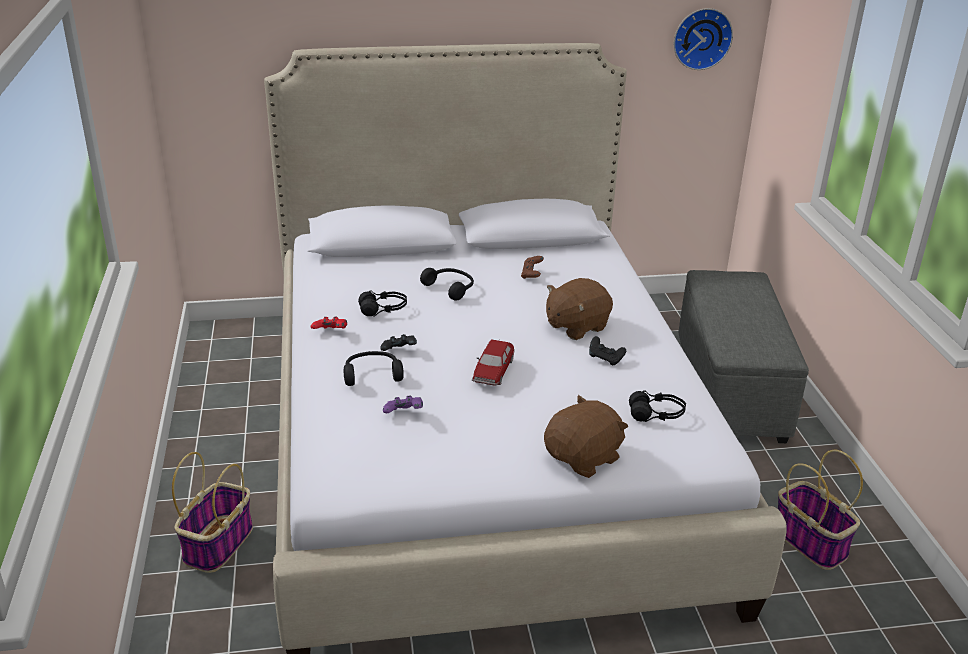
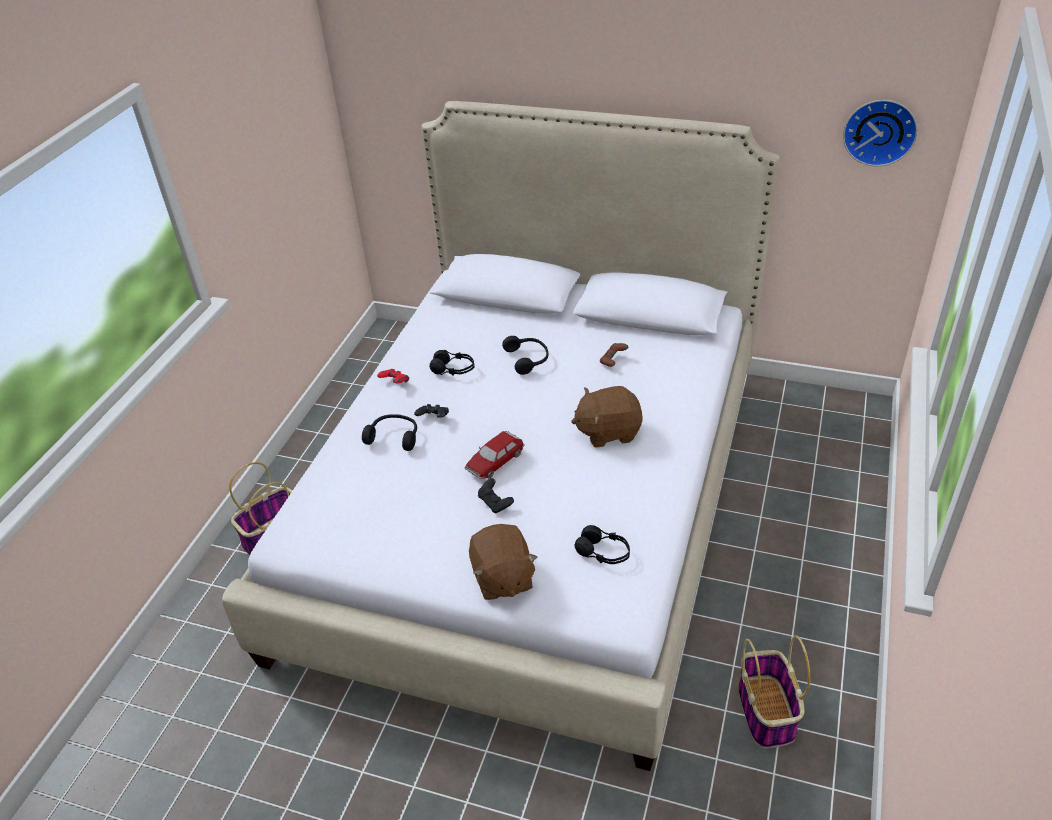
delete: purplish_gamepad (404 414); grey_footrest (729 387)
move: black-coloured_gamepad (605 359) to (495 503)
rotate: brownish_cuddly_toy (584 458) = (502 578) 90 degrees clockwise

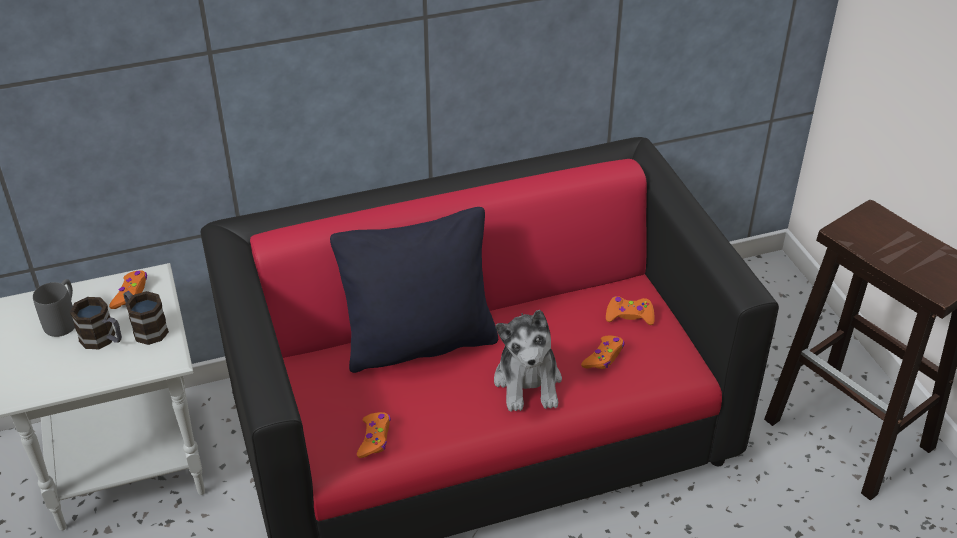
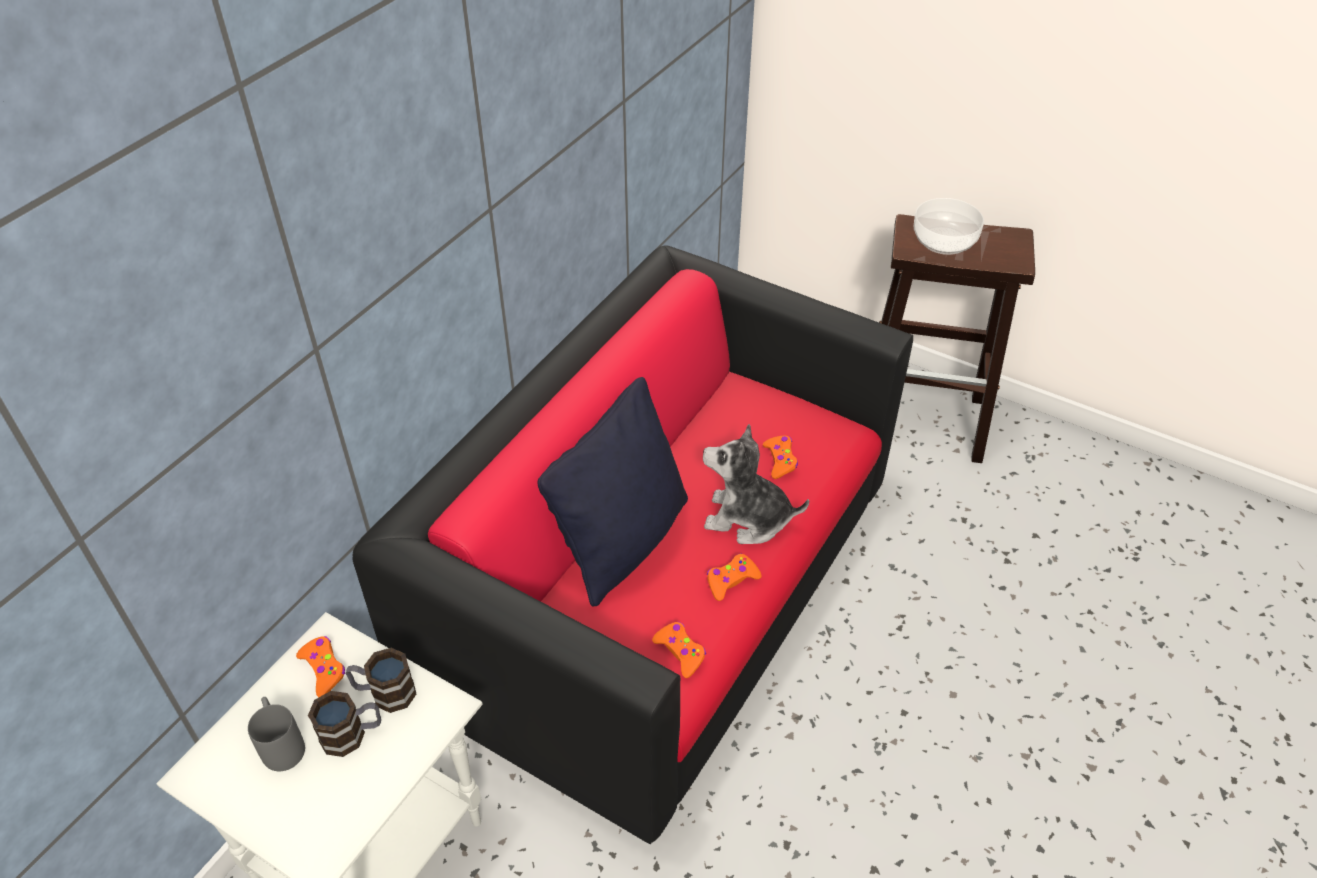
insert: serving_bowl (944 241)
move: orange_gamepad (629 315) to (731 580)
rotate: cuddly_toy (528 382) = (747 518) 150 degrees clockwise

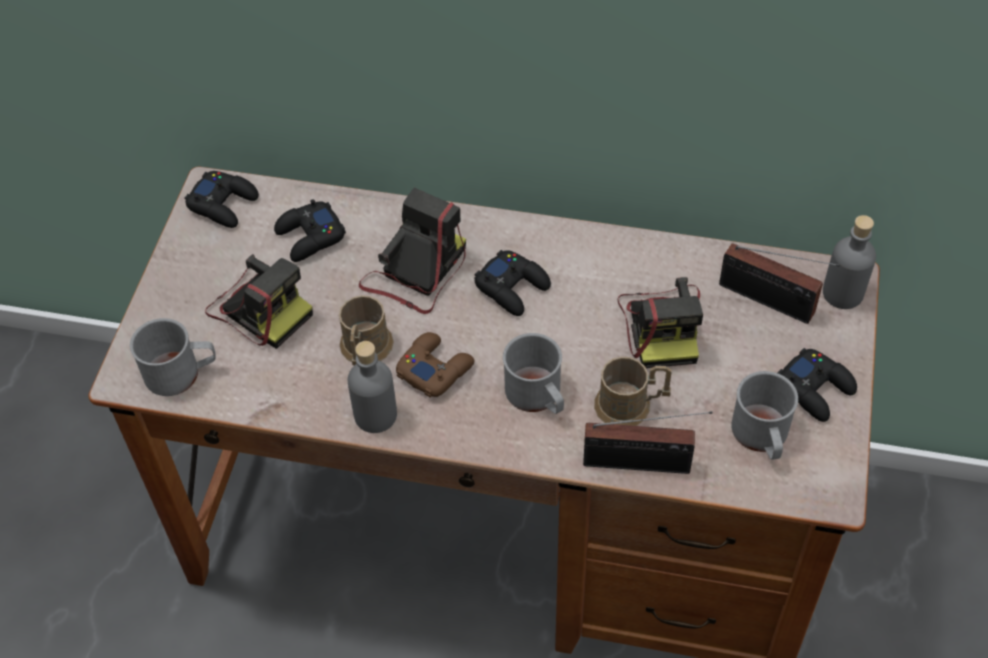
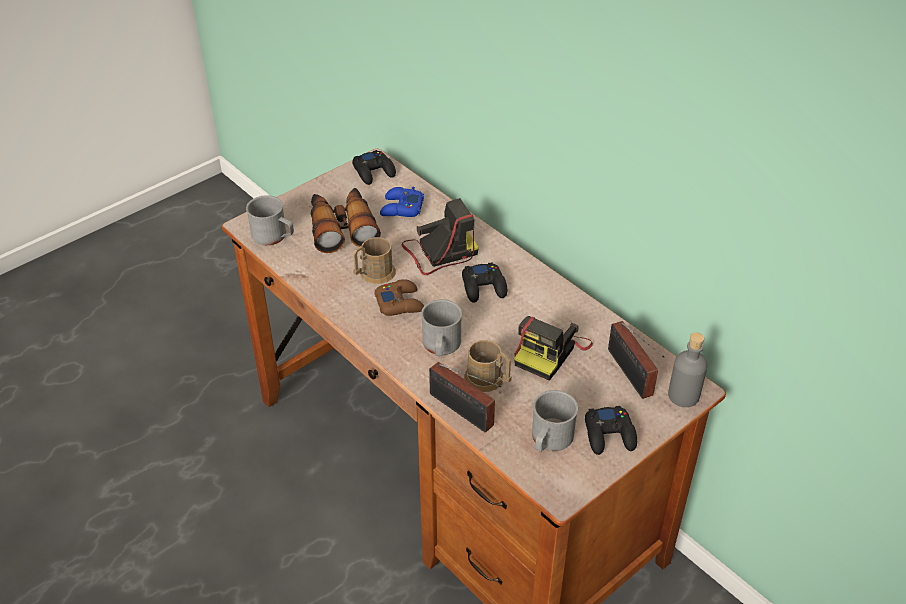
delete: grey_drink_bottle (375 415)
replace: still_camera (260 307) to pair_of_binoculars (342 227)
recolor: black-coloured_gamepad (310 237) to bluish_gamepad (401 208)

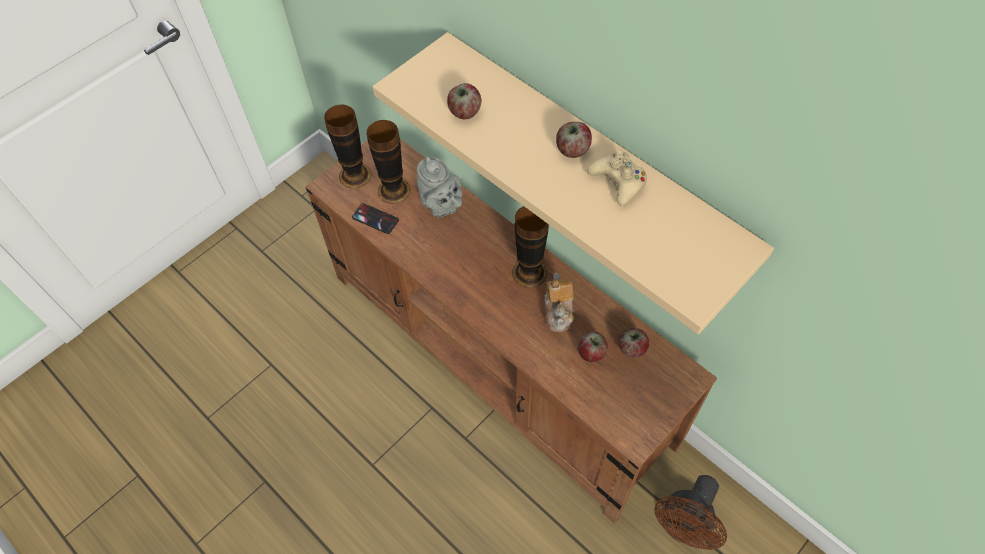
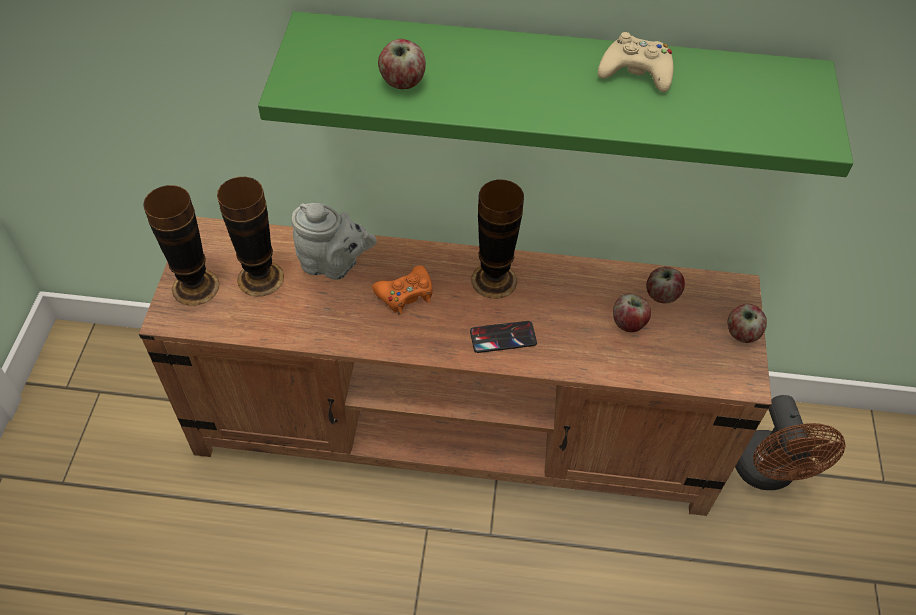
delete: pot_for_tea (559 311)
insert: orange_gamepad (405 294)
move: phone (375 219) to (503 337); apple (572 150) to (741 333)
recolor: beige_shelf (591 159) to green_shelf (552 82)

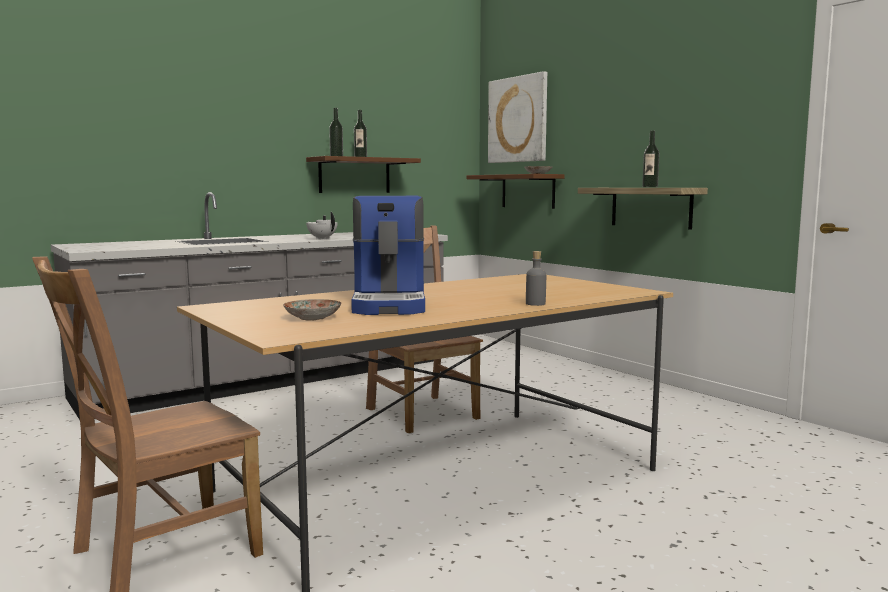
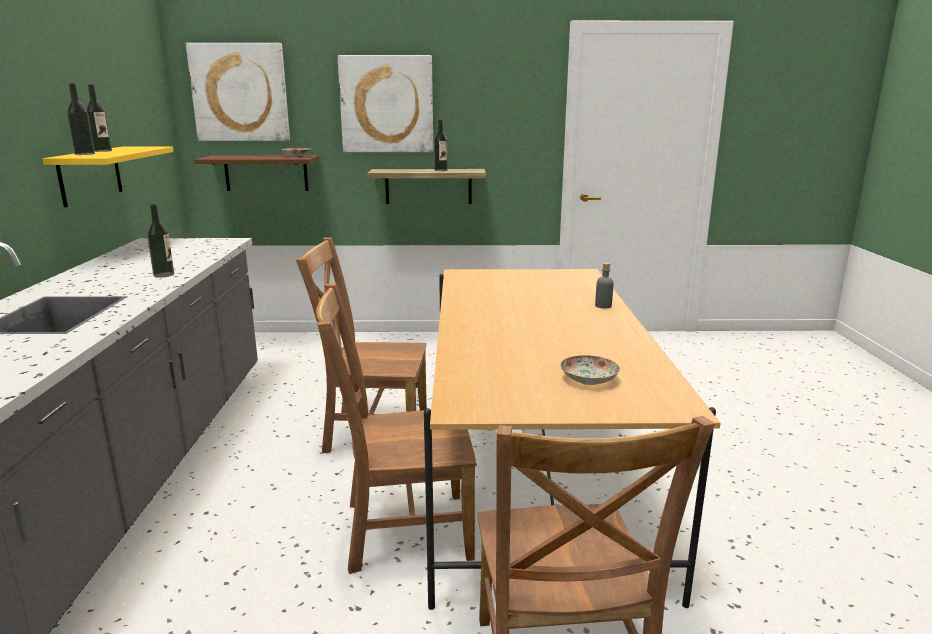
delete: coffee_brewer (391 304)
insert: brownish_plain_chair (401 530); picture (387 104)
replace: whitish_pot_for_tea (322 238) to drink_bottle (164 275)
recolor: brownish_shelf (354 175) to yellow_shelf (90 175)

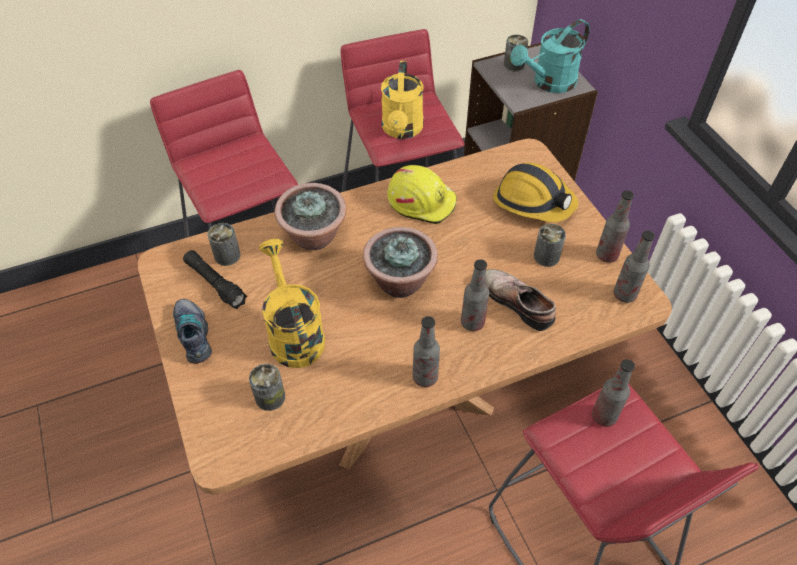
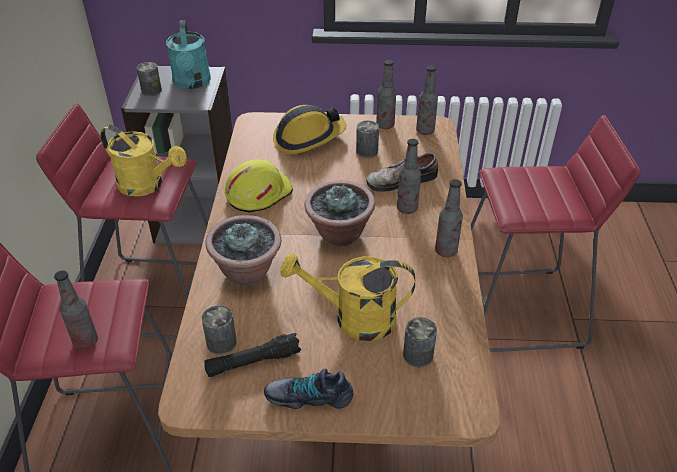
move: drink_bottle (604 416) to (86 341)

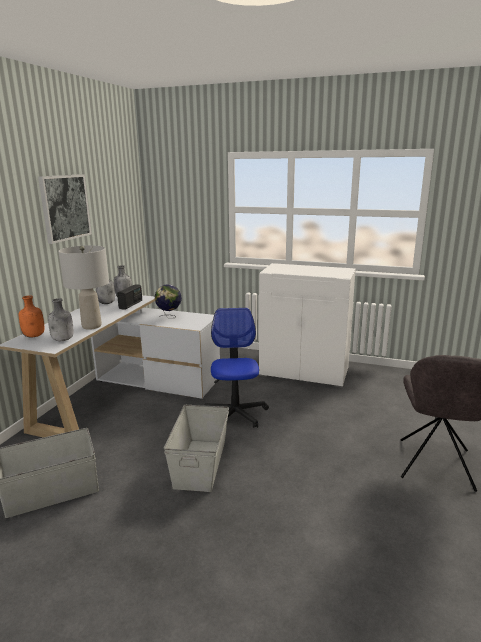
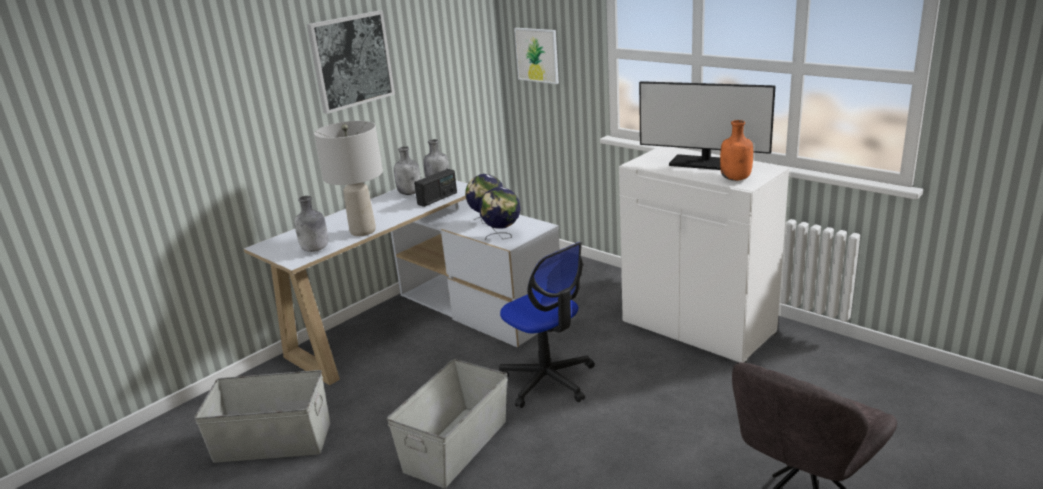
insert: desk_globe (502 237); picture (537 55); computer_screen (704 163)
move: orange_drink_bottle (34 336) to (736 179)
rotate: desk_chair (235 414) = (548 380) 120 degrees clockwise

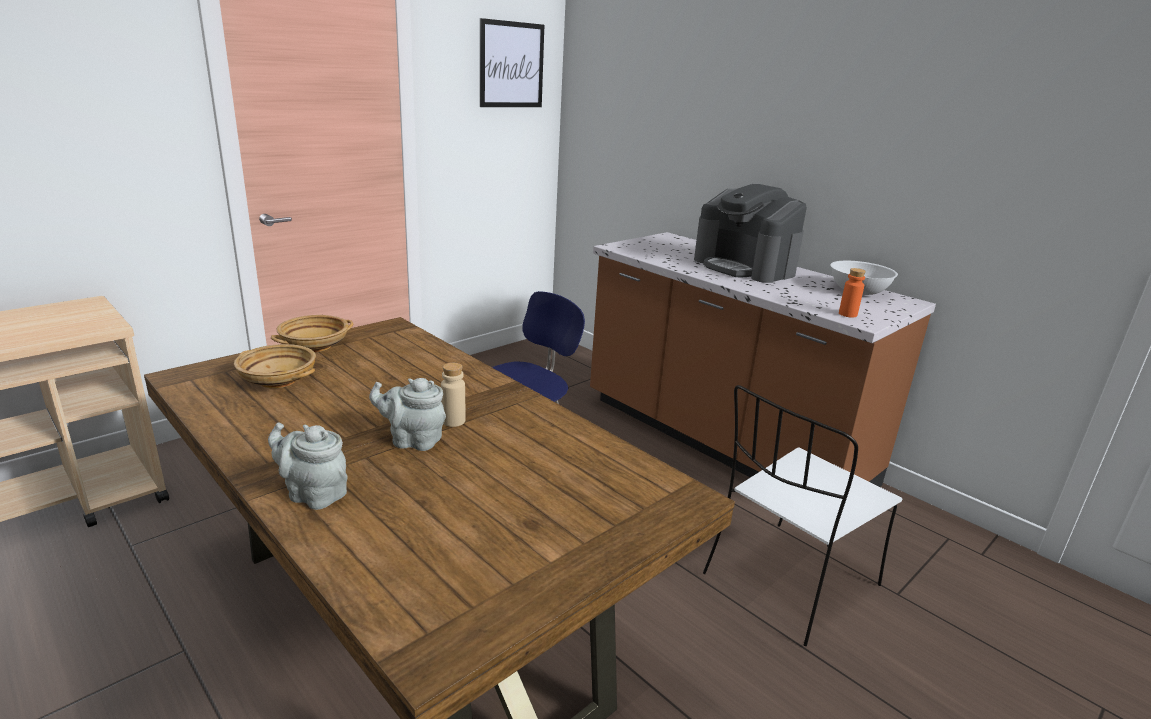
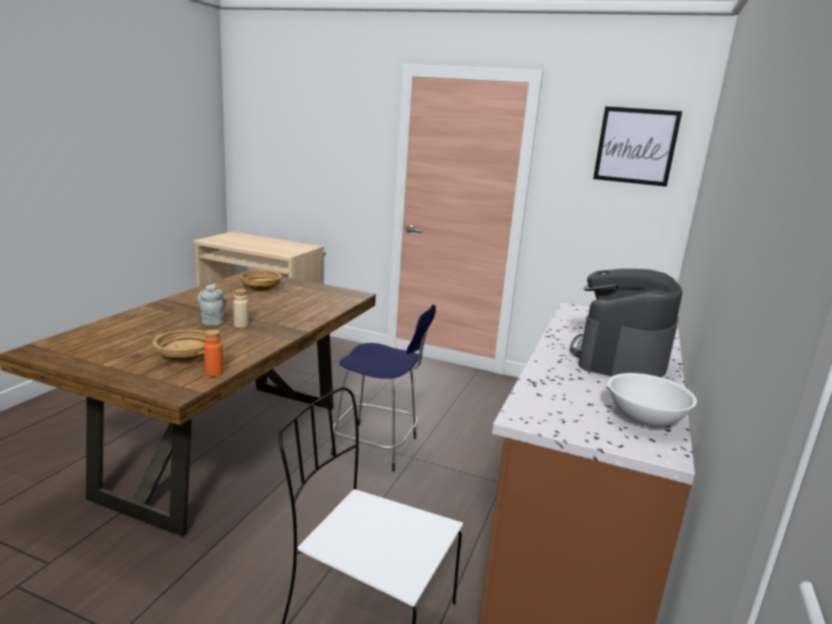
delete: grey_pot_for_tea (313 494)
move: beige_serving_bowl (314 346) to (184 356); orange_drink_bottle (847 314) to (214 373)

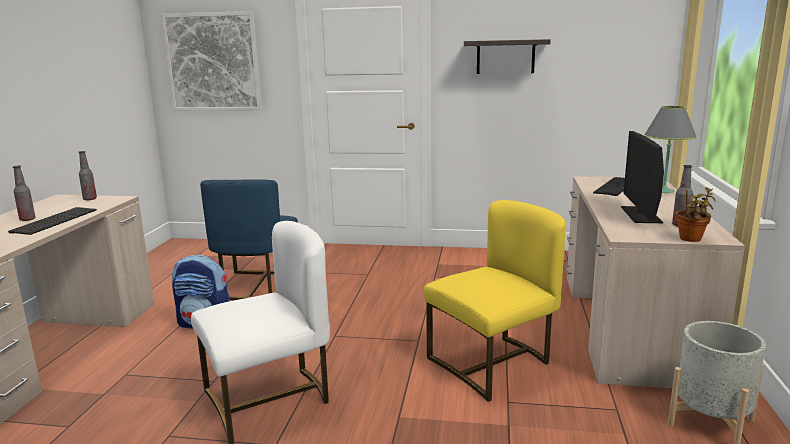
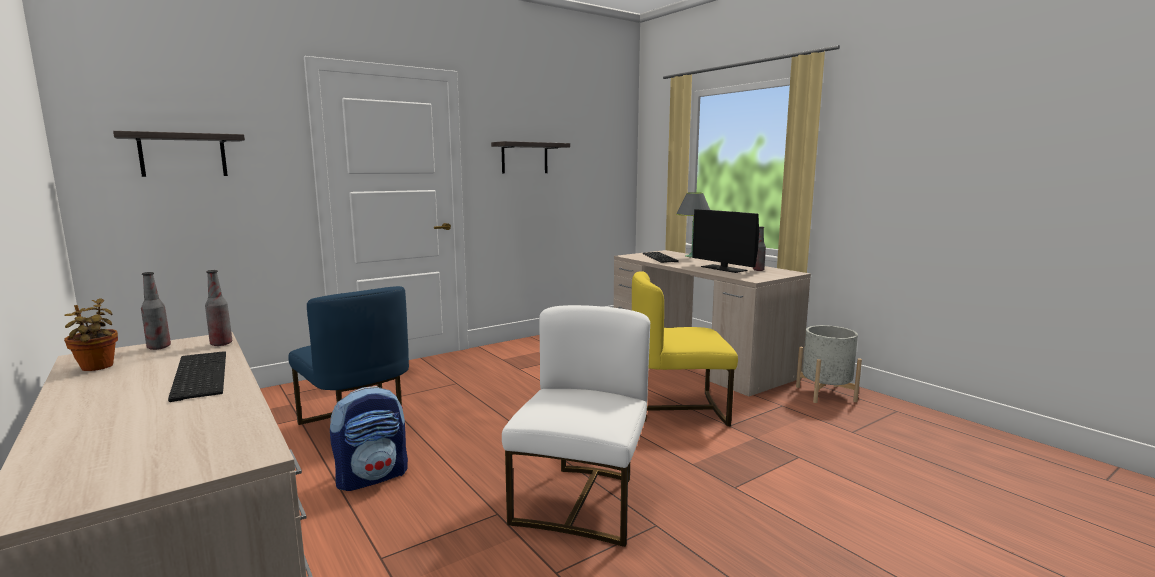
move: houseplant (691 239) to (97 367); drink_bottle (27 219) to (221 344)
replace: picture (213 62) to shelf (183 155)
rotate: yellow_plain_chair (493 364) = (677 409) 105 degrees counterclockwise

